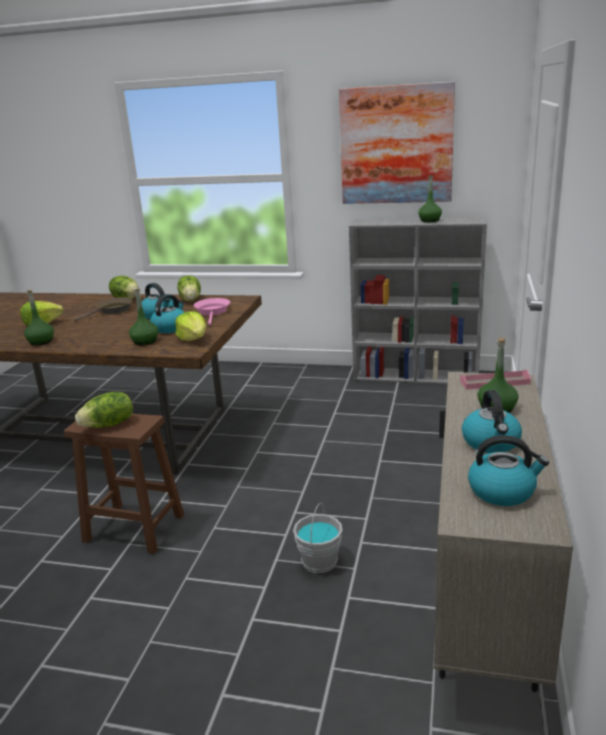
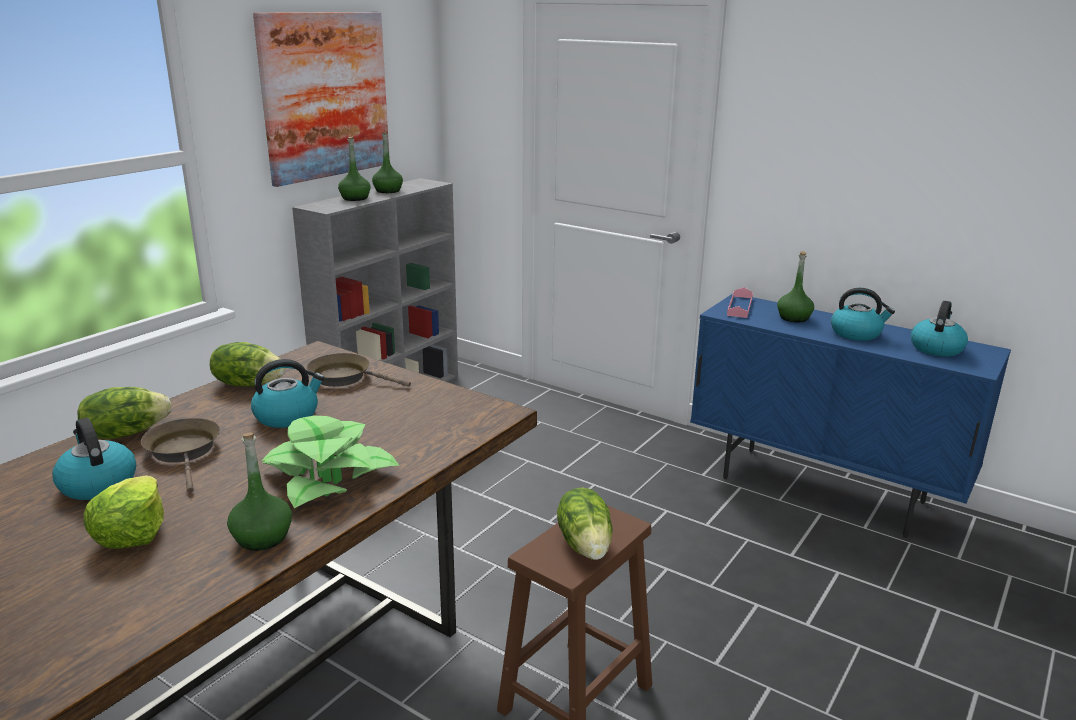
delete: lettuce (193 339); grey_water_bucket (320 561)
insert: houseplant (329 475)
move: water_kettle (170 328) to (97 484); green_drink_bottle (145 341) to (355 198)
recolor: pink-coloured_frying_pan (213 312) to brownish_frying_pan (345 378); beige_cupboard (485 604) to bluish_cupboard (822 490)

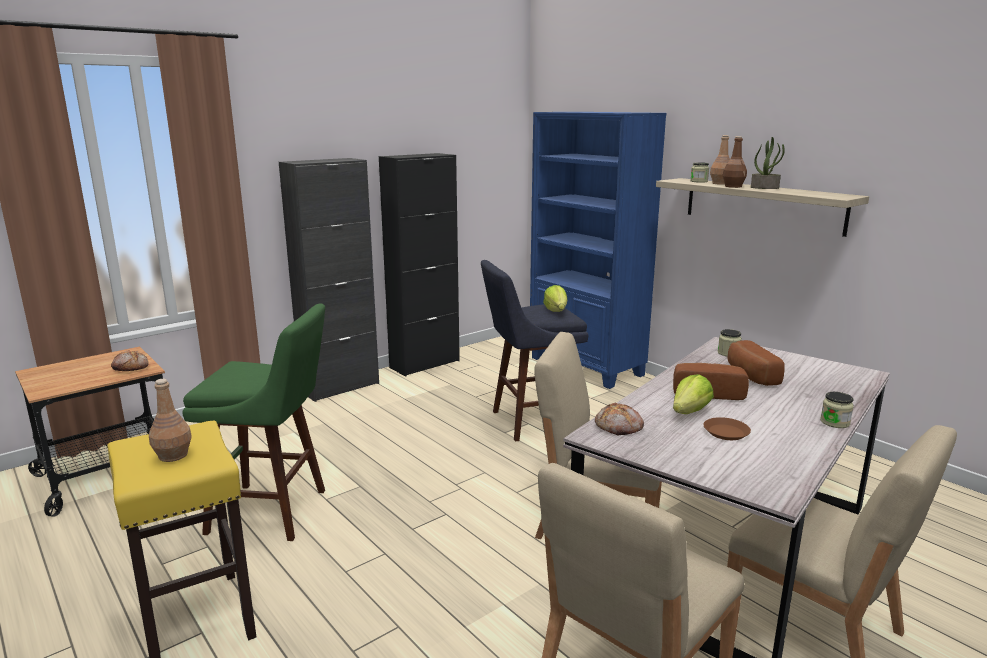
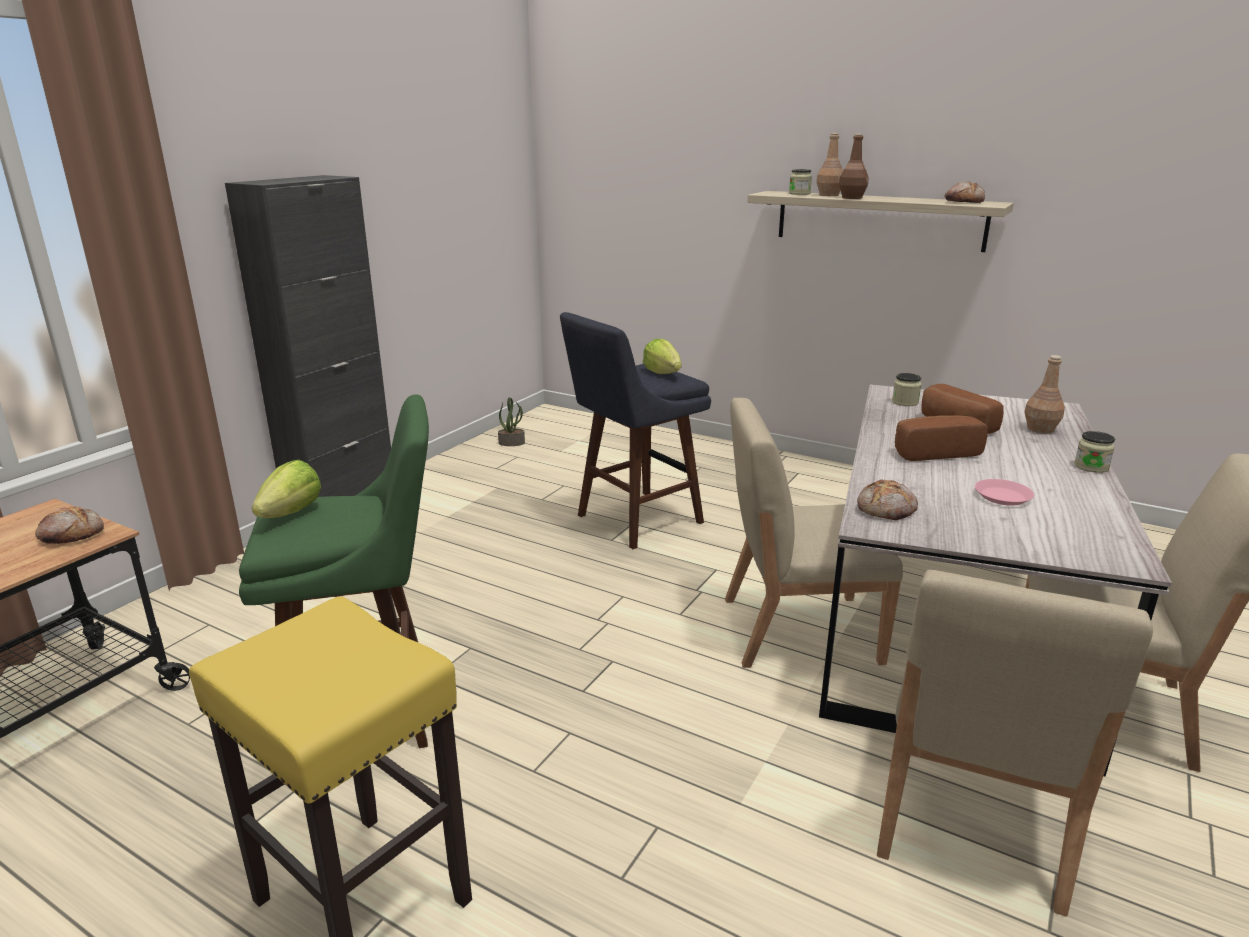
delete: black-coloured_cupboard (424 364); bluish_shelving_unit (586 367)
insert: bakery_bread (964 202)
move: lettuce (689 412) to (291 513); houseplant (765 188) to (512 443); brownish_drink_bottle (173 455) to (1041 429)
recolor: brownish_plate (726 432) to pink-coloured_plate (1002 496)

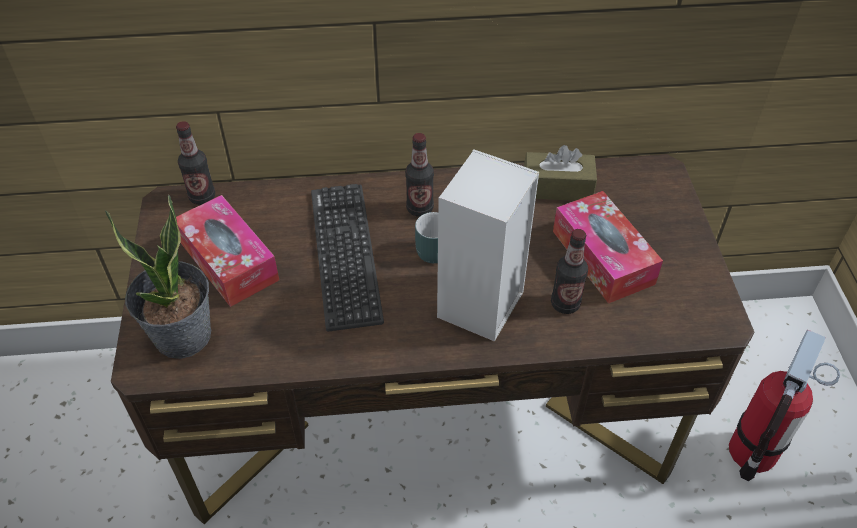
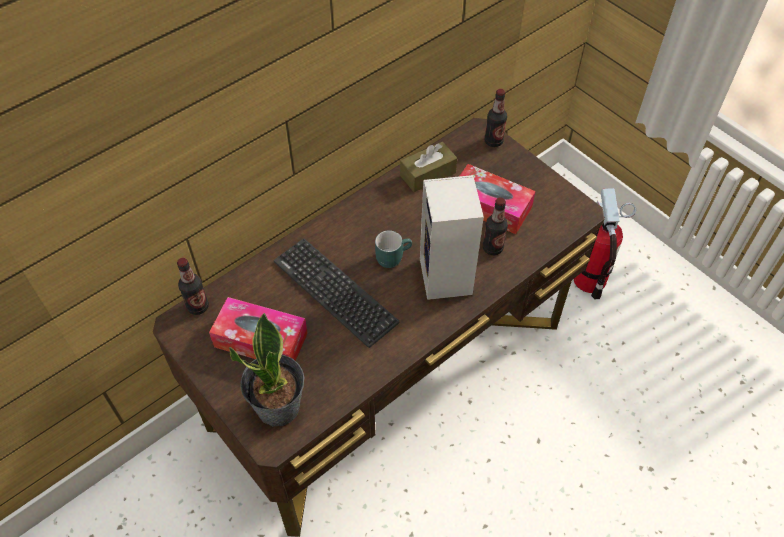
move: drink_bottle (420 208) to (493 141)

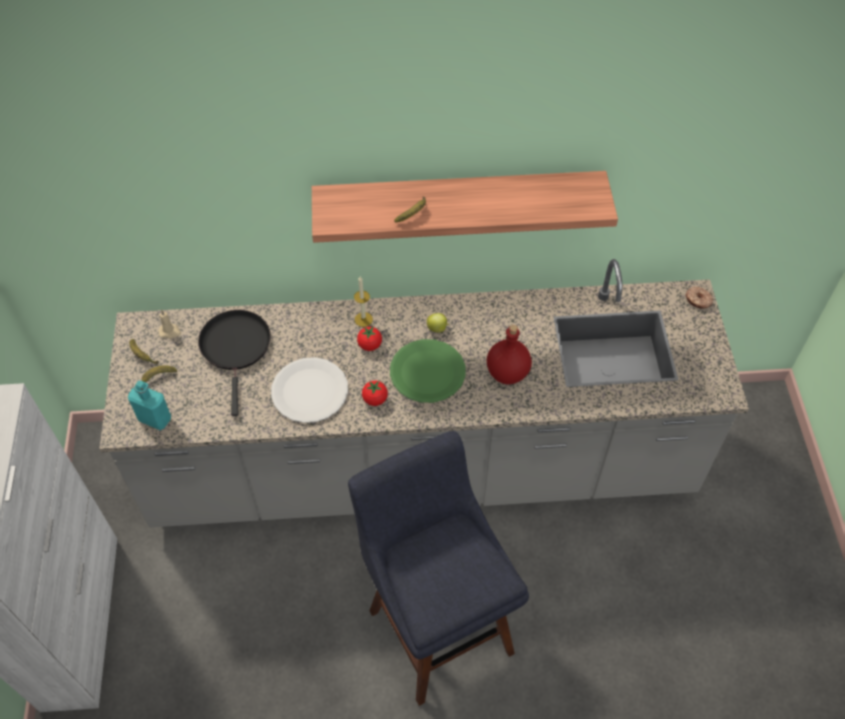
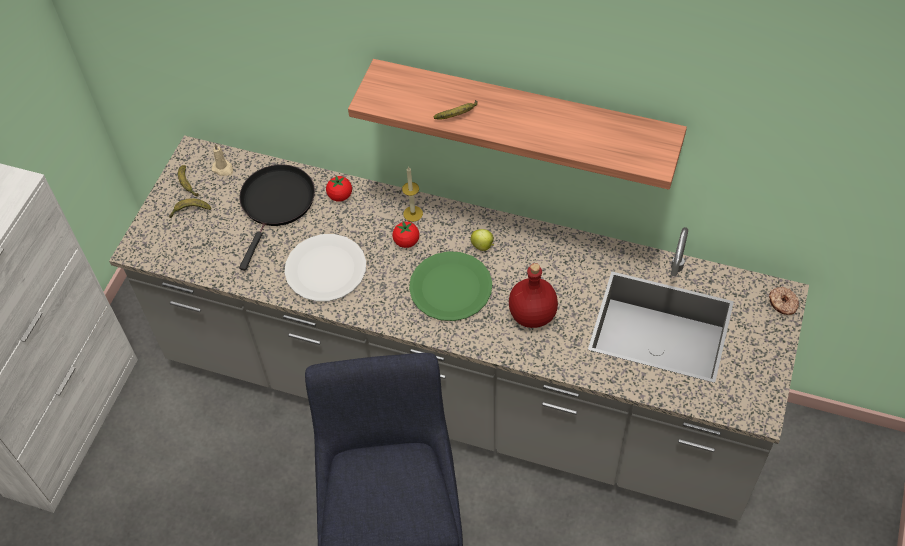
delete: turquoise_drink_bottle (155 419)
move: tomato (375 399) to (340 196)

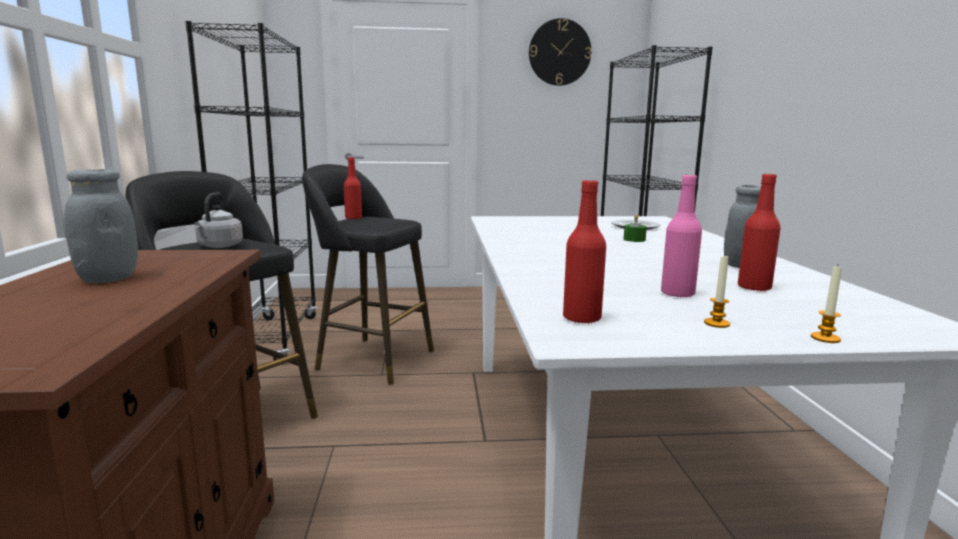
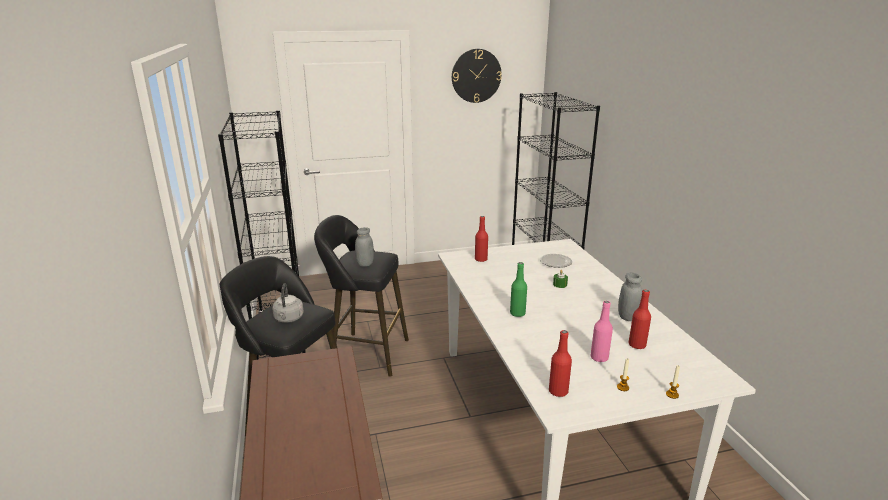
insert: green_drink_bottle (517 313)
move: grey_storage_jar (108 279) to (365 264); red-coloured_drink_bottle (353 218) to (481 259)

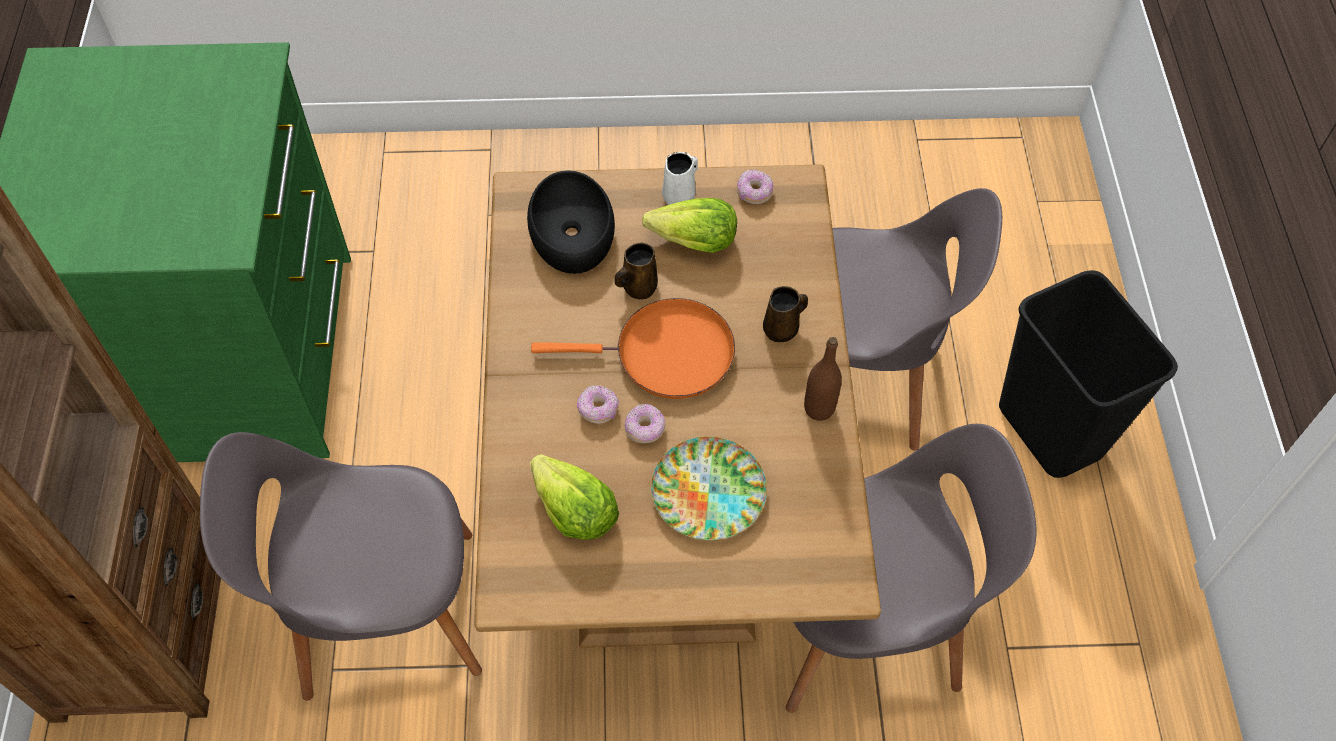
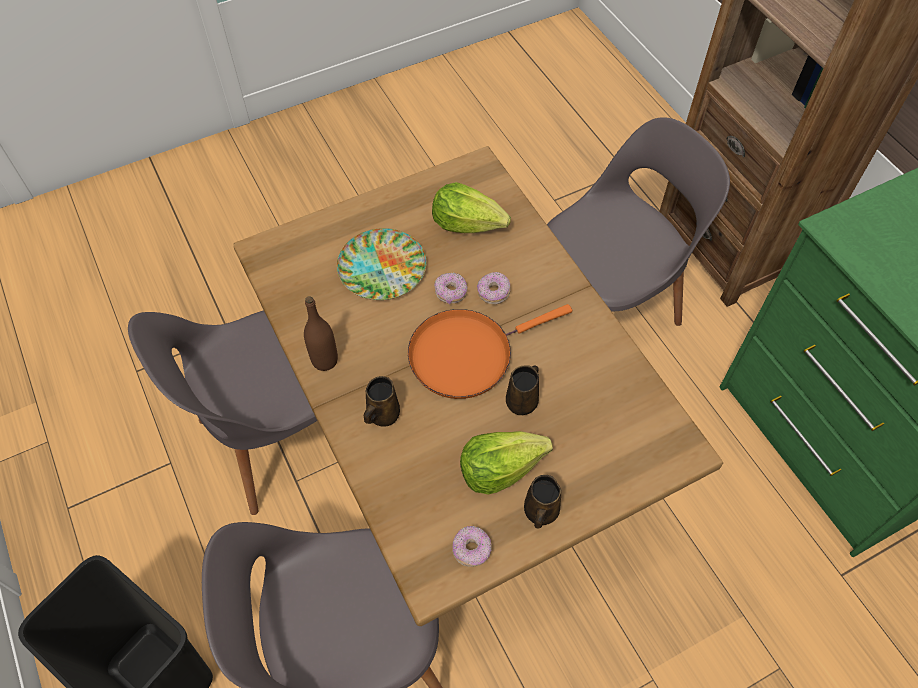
delete: black-coloured_serving_bowl (570 232)
recolor: whitish_tea_mug (680 195) to brownish_tea_mug (540 513)

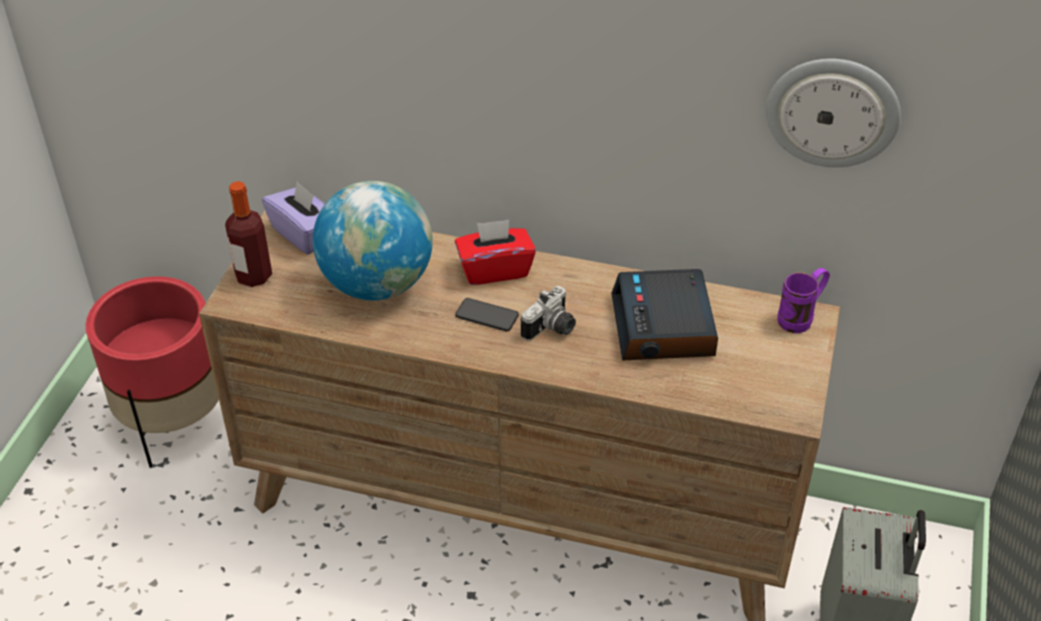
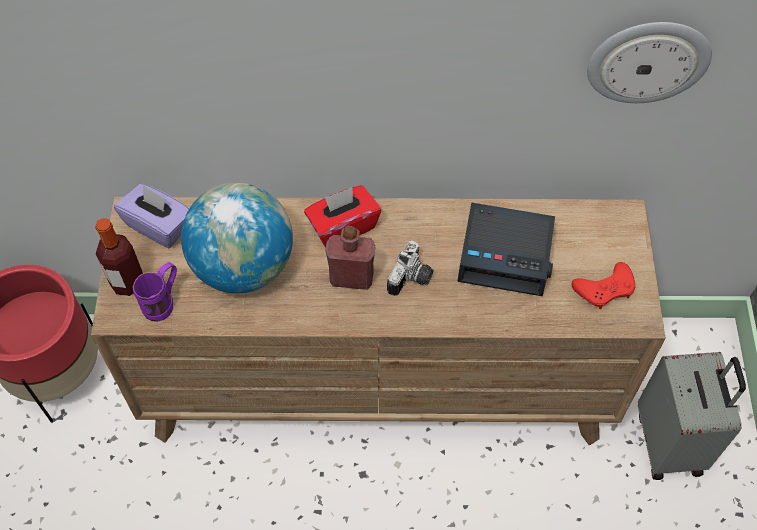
insert: red-coloured_gamepad (605 289)
move: purplish_tea_mug (801 318) to (164 302)
replace: phone (487 316) to red-coloured_drink_bottle (351 278)
rotate: alarm_clock (664 327) = (506 254) 60 degrees counterclockwise

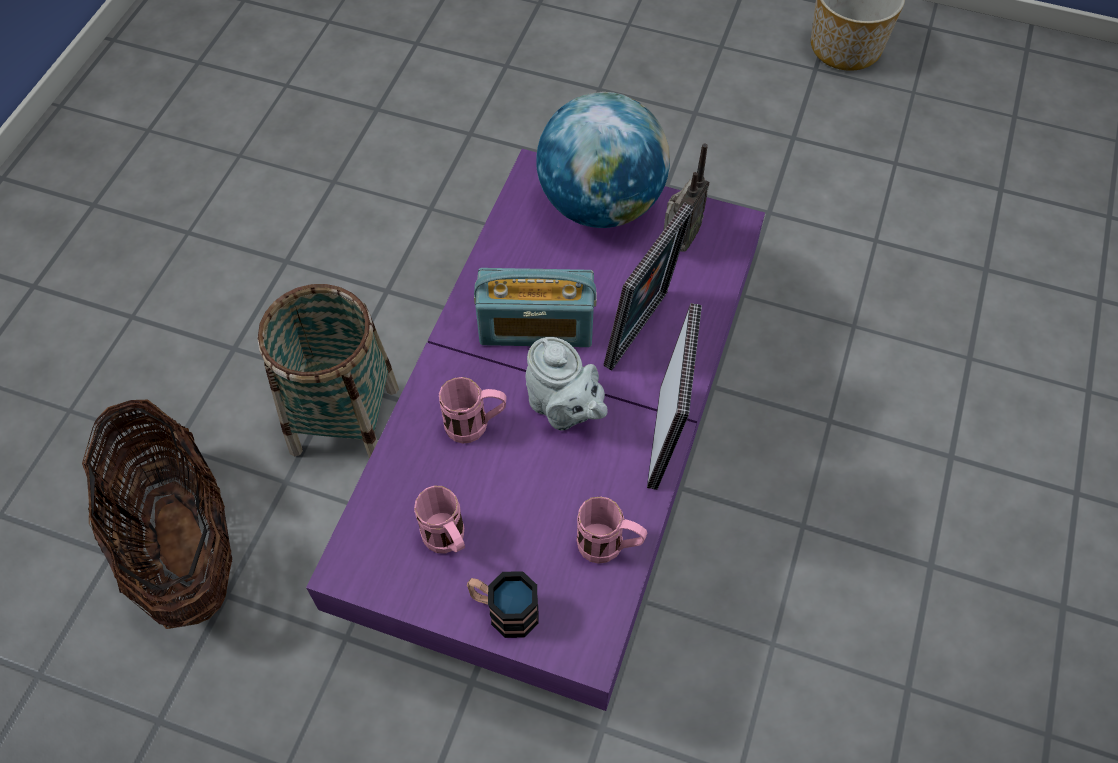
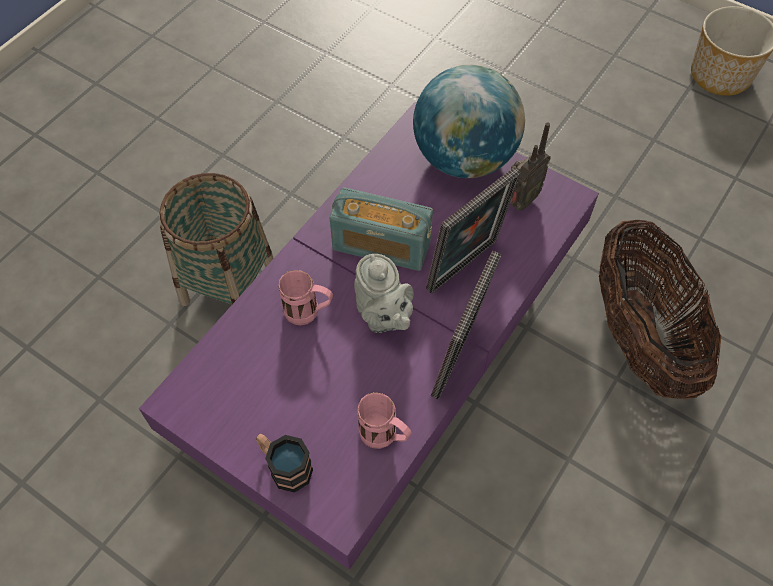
delete: pink-coloured_tea_mug (448 543)
move: household_basket (182 542) to (640 336)

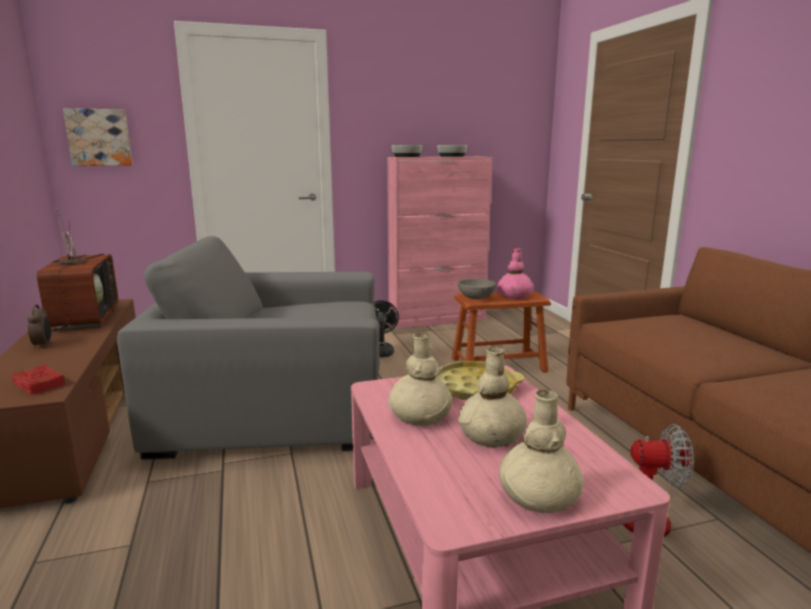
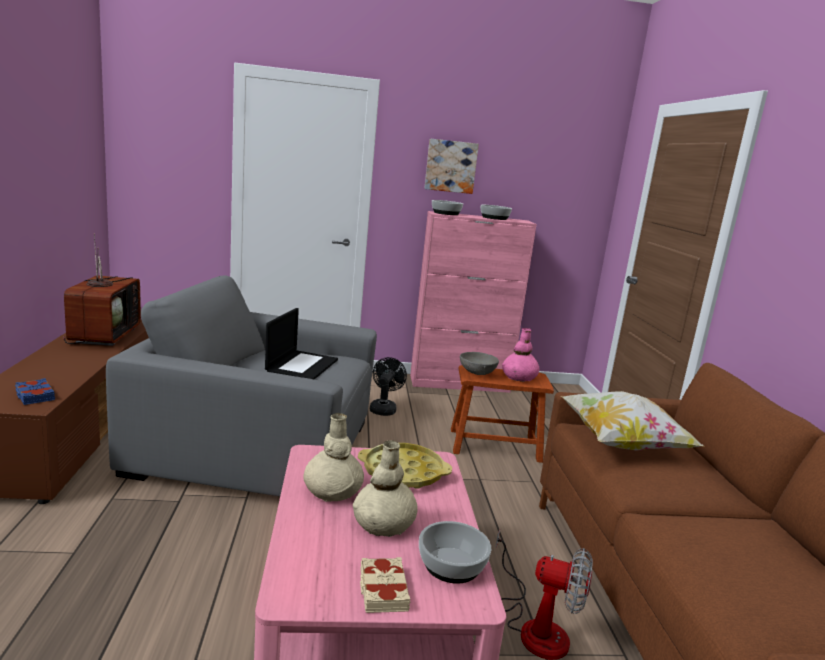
delete: alarm_clock (43 345)
insert: portable_computer (302 365); serving_bowl (451 564); pillow (621 444)
move: picture (99 137) to (450 166)
replace: beige_vase (538 495) to beige_bound_book (382 590)
recolor: red-coloured_bound_book (38 384) to bluish_bound_book (34 396)

